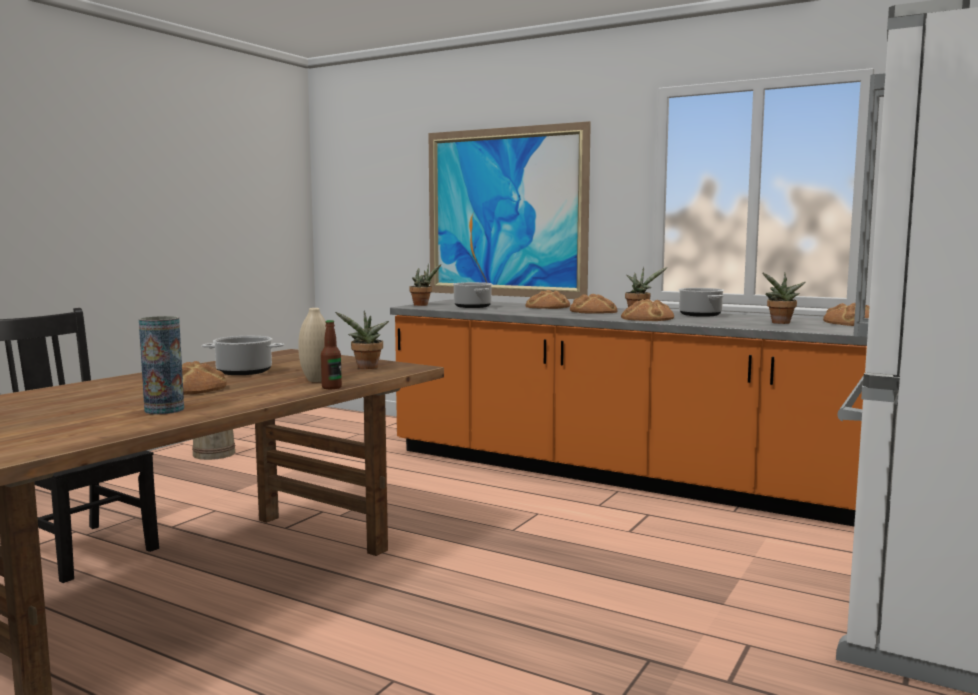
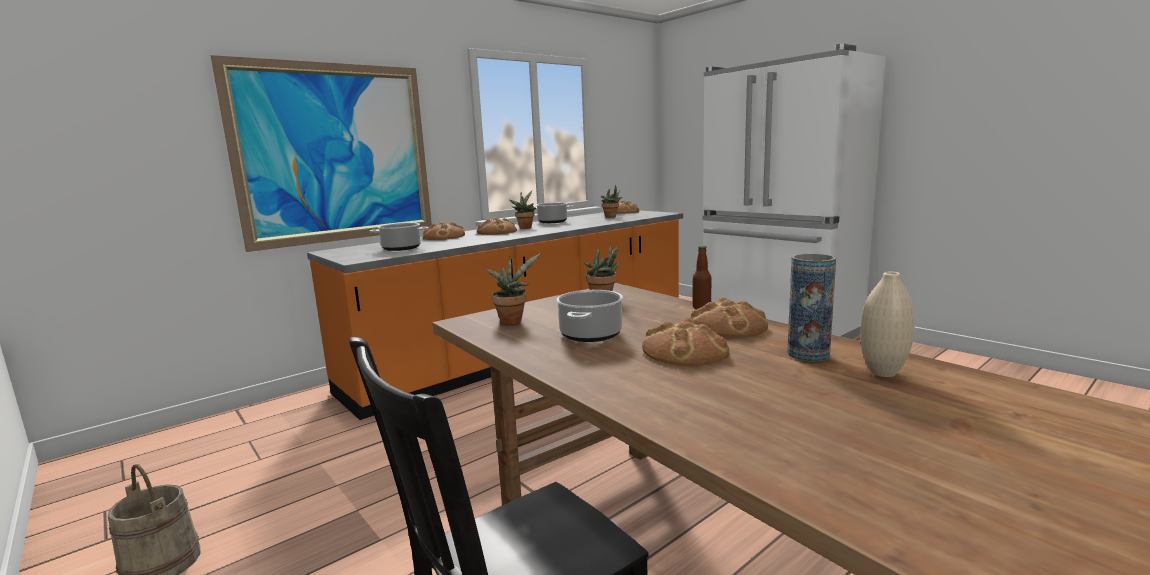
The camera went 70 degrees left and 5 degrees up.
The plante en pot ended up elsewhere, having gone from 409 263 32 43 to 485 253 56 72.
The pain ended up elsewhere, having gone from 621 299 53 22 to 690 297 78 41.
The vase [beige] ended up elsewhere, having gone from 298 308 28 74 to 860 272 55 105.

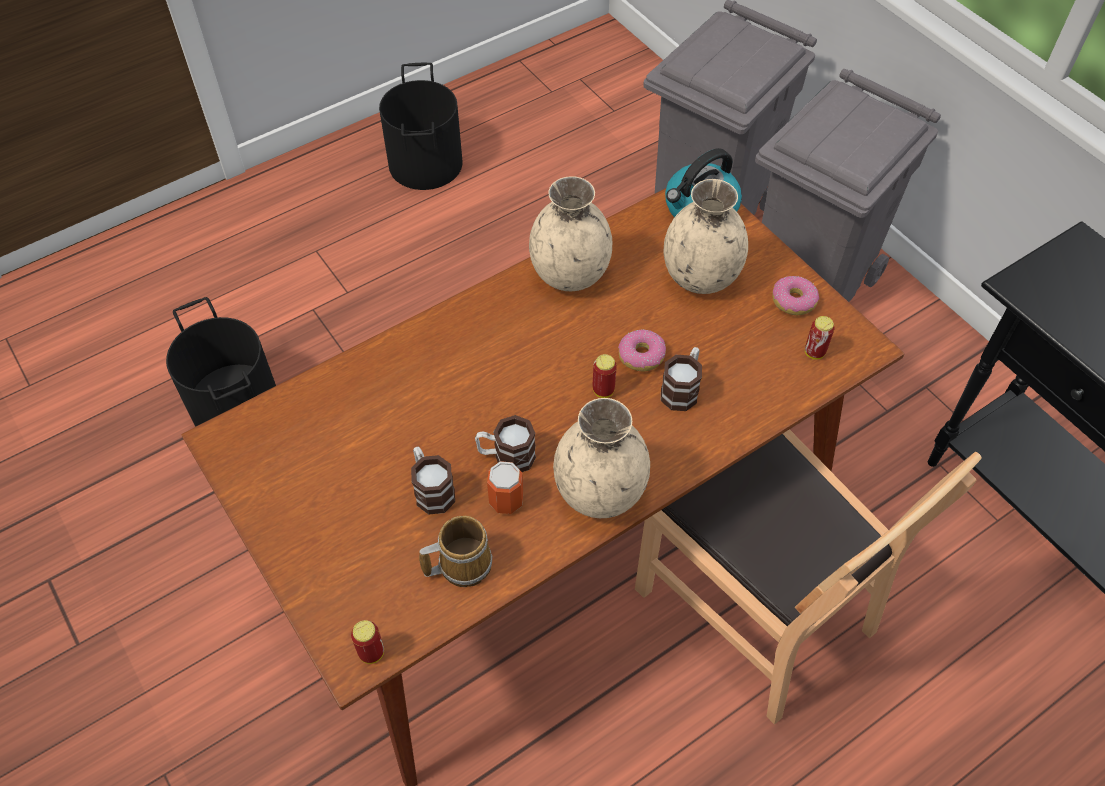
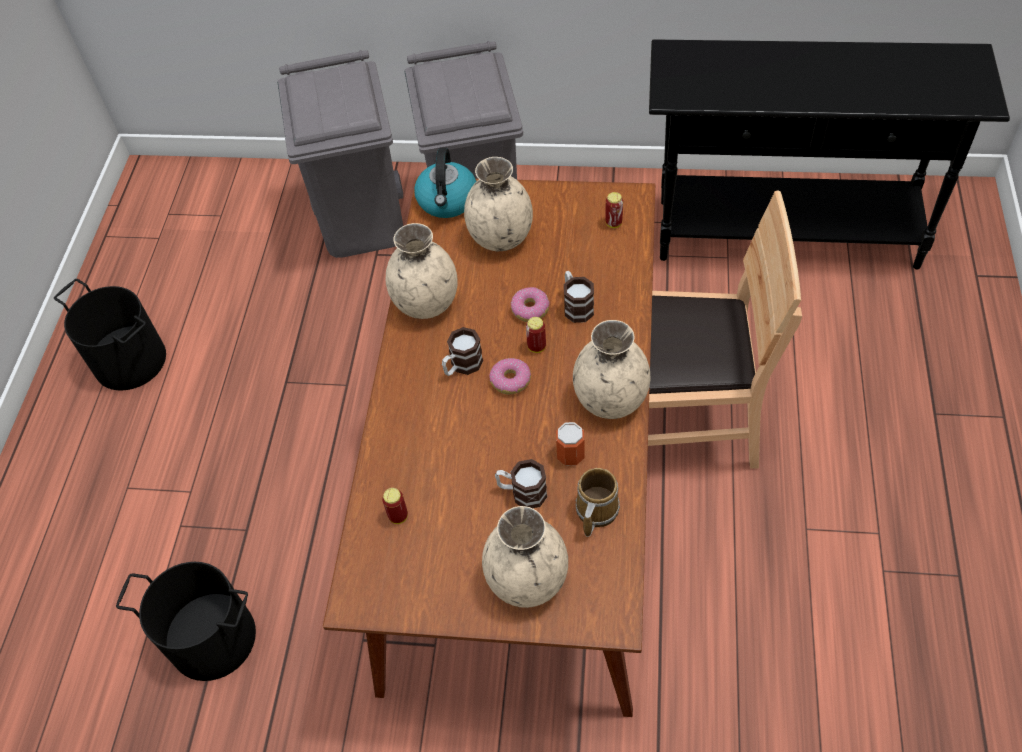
The camera went 45 degrees left and 0 degrees up.
The beignet ended up elsewhere, having gone from 772 276 47 39 to 489 358 42 37.
The mug ended up elsewhere, having gone from 475 415 61 57 to 442 327 41 49.
The boîte métallique ended up elsewhere, having gone from 351 620 33 44 to 382 488 26 36.
The second view gained the vase [beige] at 482 506 86 102.

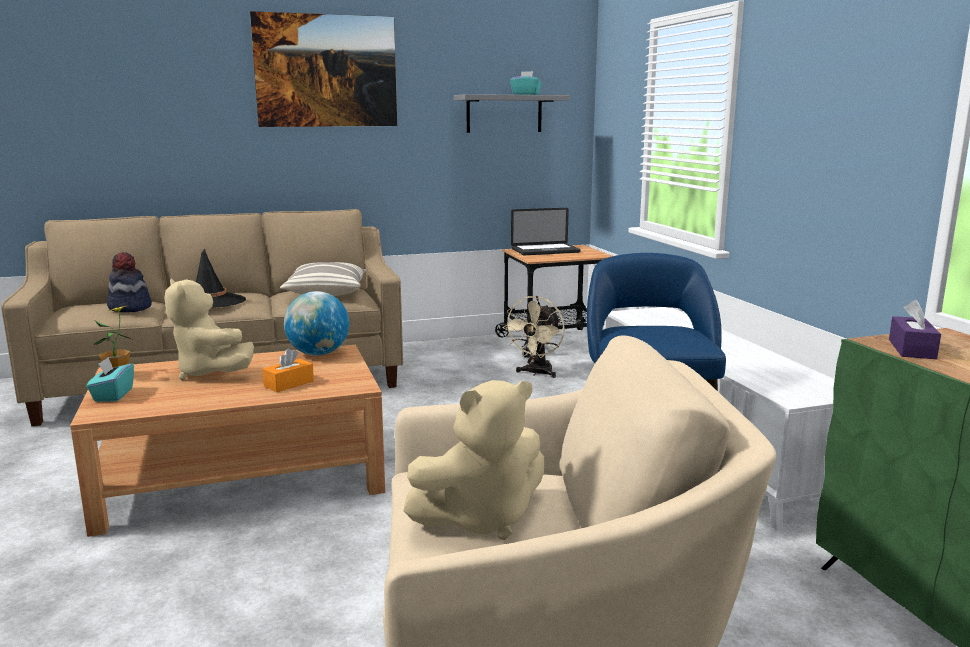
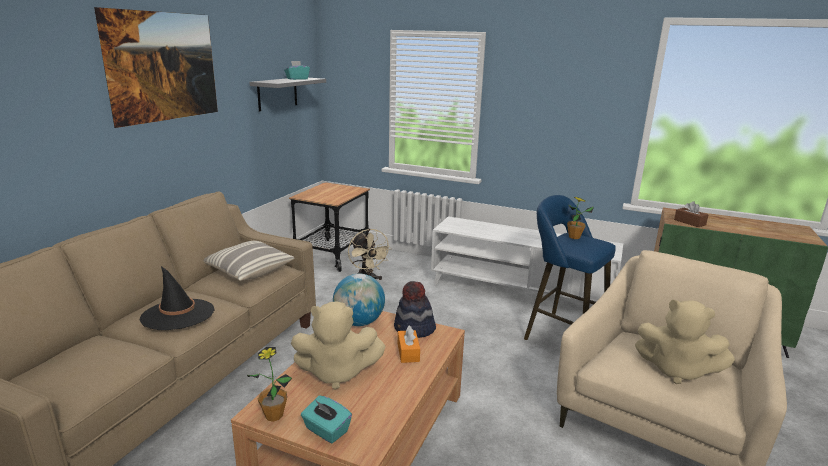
The camera went 50 degrees left and 5 degrees up.
The second view lost the ordinateur portable at 511 208 70 47.
The chapeau ended up elsewhere, having gone from 107 252 45 60 to 394 281 42 57.
What was the boîte à mouchoirs [violet] at 889 300 52 59 turned into the boîte à mouchoirs [marron] at 674 201 34 26.
The peluche [beige] at 403 380 141 160 ended up facing another way, 105 degrees clockwise from before.
The second view gained the plante en pot at 567 197 27 42.

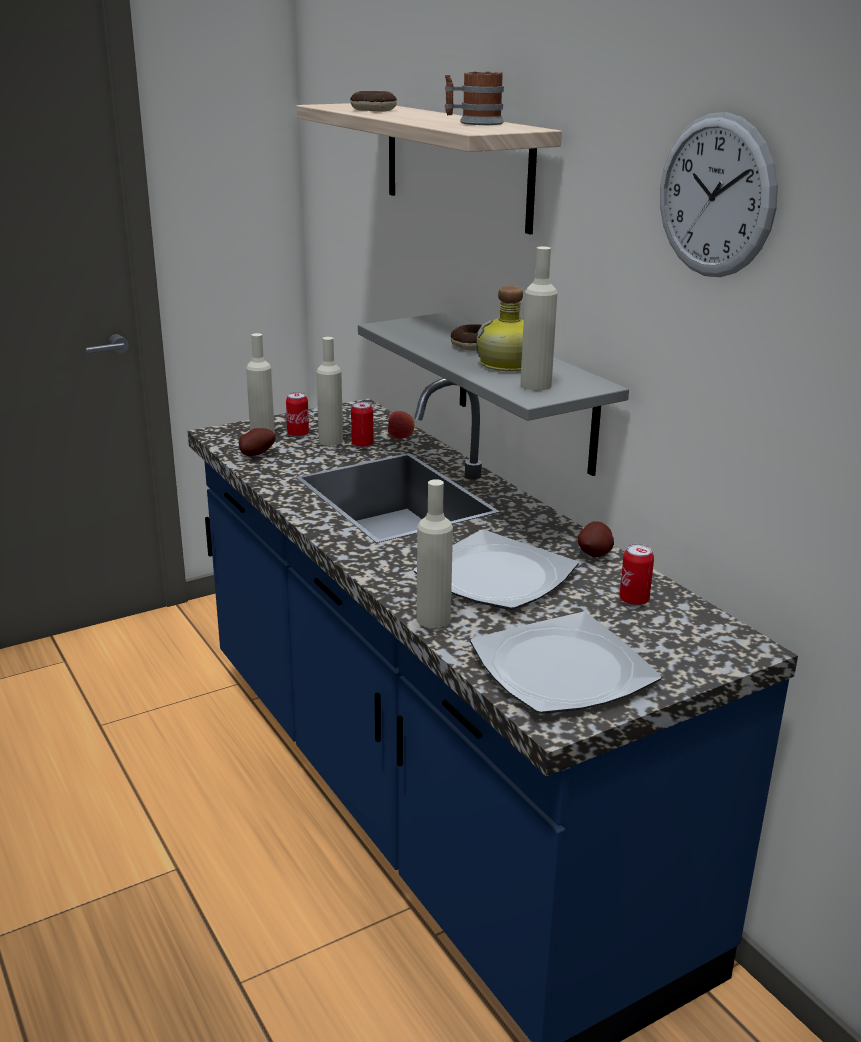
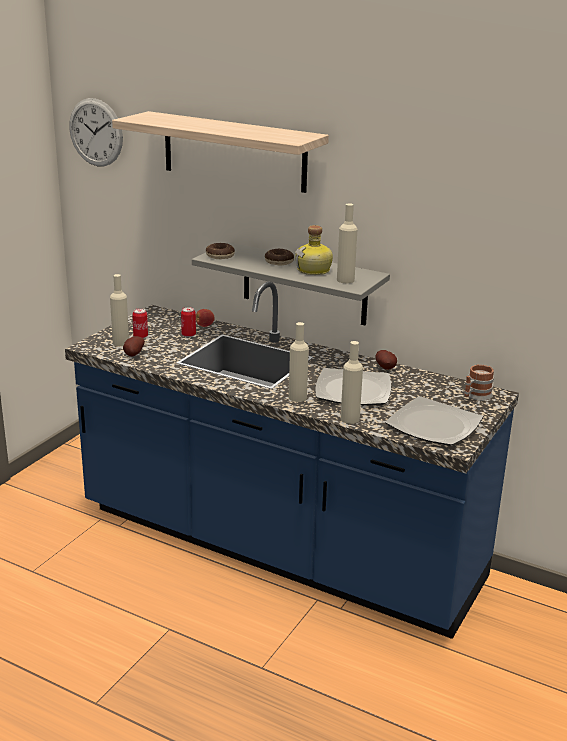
The camera went 30 degrees left and 0 degrees up.
The mug ended up elsewhere, having gone from 445 72 59 53 to 464 364 30 37.
The beignet ended up elsewhere, having gone from 350 91 47 21 to 206 243 29 16.
The horloge murale ended up elsewhere, having gone from 660 112 118 165 to 69 98 54 68.
The bouteille [beige] ended up elsewhere, having gone from 316 337 27 109 to 289 322 20 80.
The second view lost the boîte métallique at 619 544 35 62.

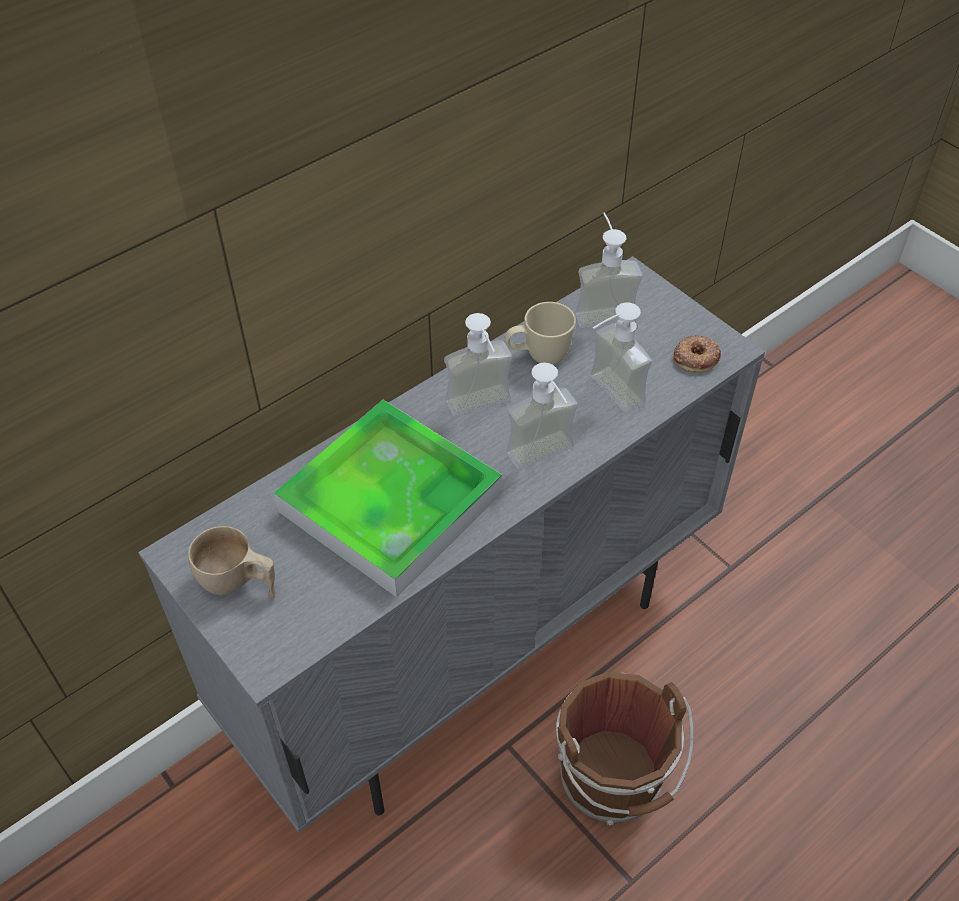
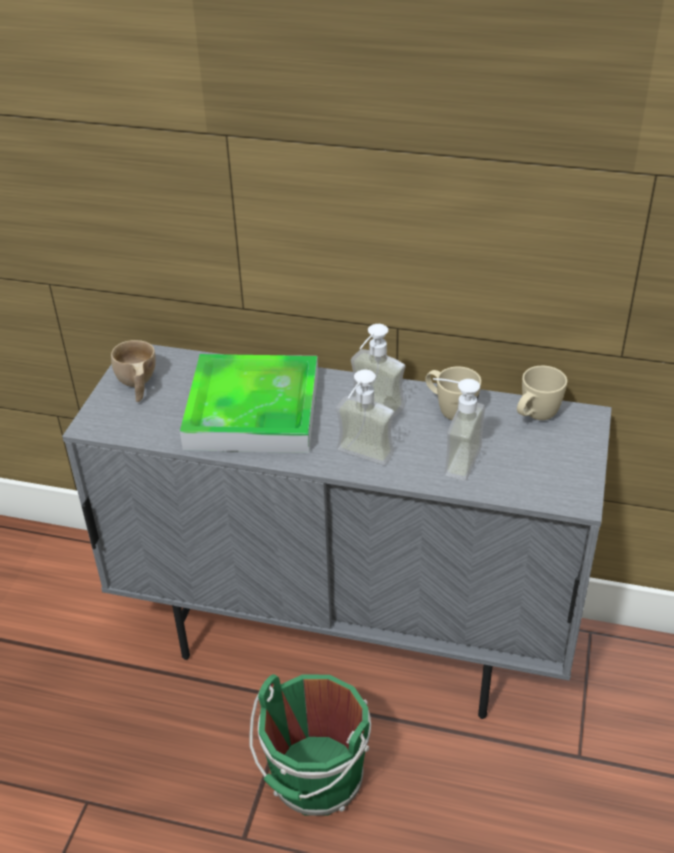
The camera went 55 degrees right and 10 degrees down.
Where the distributeur de savon stood at 575 213 67 115, the mug [beige] came to stand at 517 366 50 54.
The second view lost the beignet at 673 335 48 38.
What was the seau [marron] at 556 672 138 153 turned into the seau [vert] at 250 674 121 142.

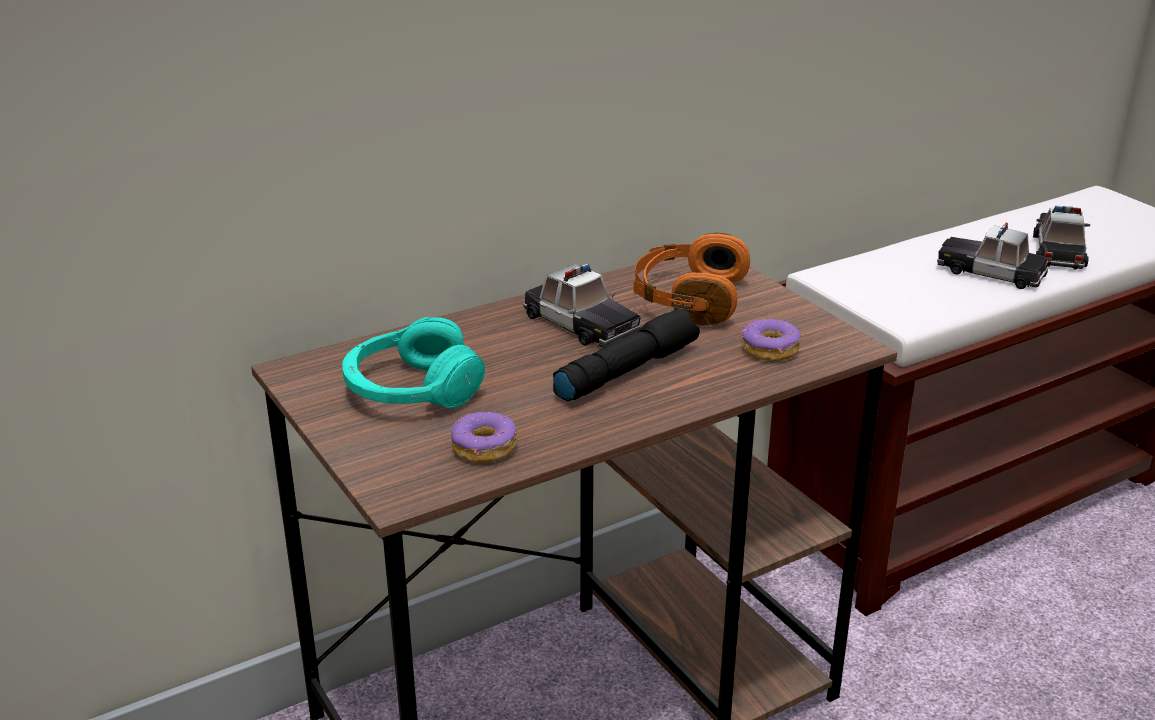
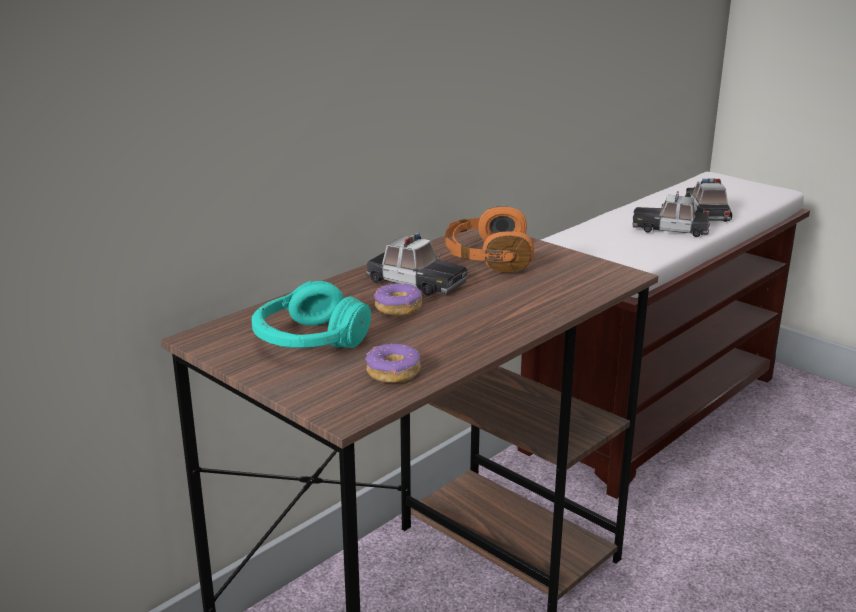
The camera went 15 degrees left and 5 degrees down.
The second view lost the lampe de poche [noir] at 553 309 147 93.
The beignet ended up elsewhere, having gone from 741 319 60 42 to 374 283 48 32.

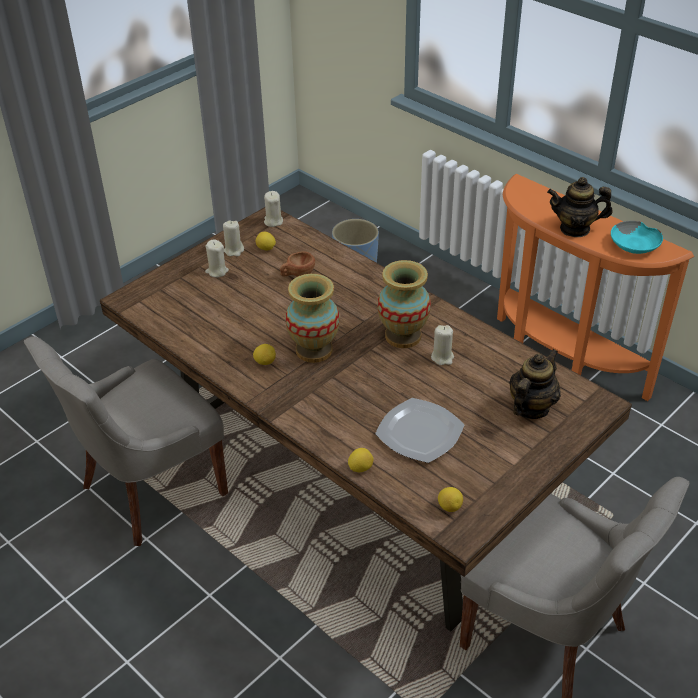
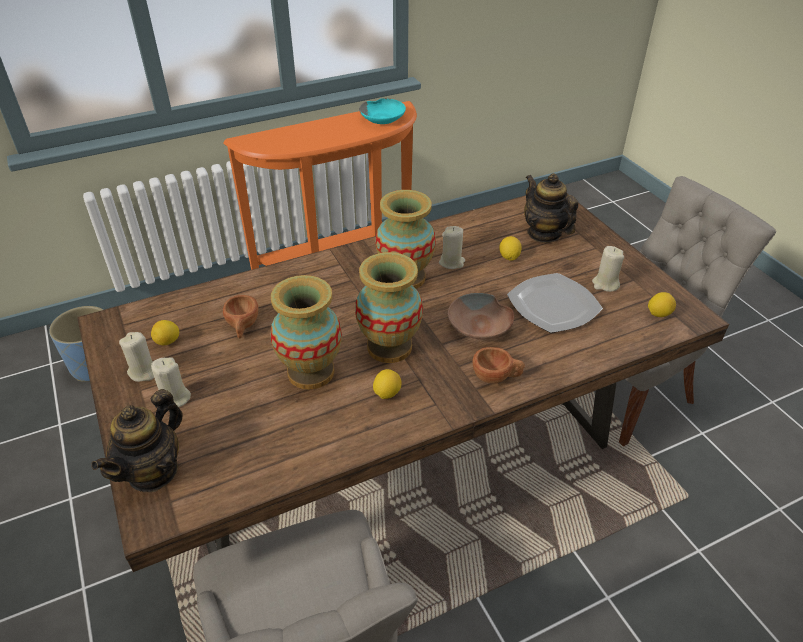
The camera went 70 degrees left and 0 degrees up.
The théière ended up elsewhere, having gone from 547 177 65 60 to 91 389 92 103.
The bougie [beige] ended up elsewhere, having gone from 264 191 19 36 to 592 246 32 46.
The citron ended up elsewhere, having gone from 348 448 26 24 to 499 236 23 25.
The second view gained the vase at 271 275 71 115.
The second view gained the bol [marron] at 448 293 66 46.
The second view gained the tasse [marron] at 472 347 53 36.

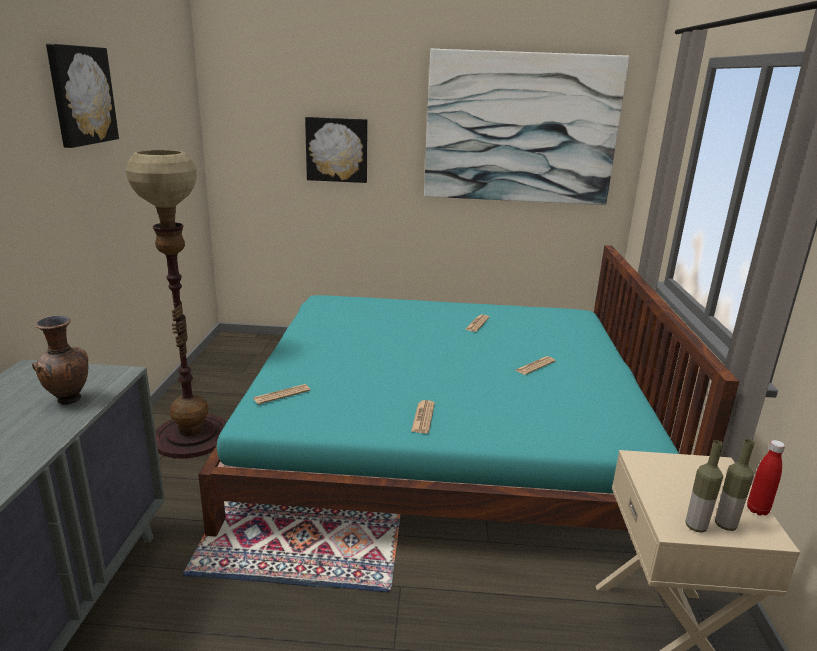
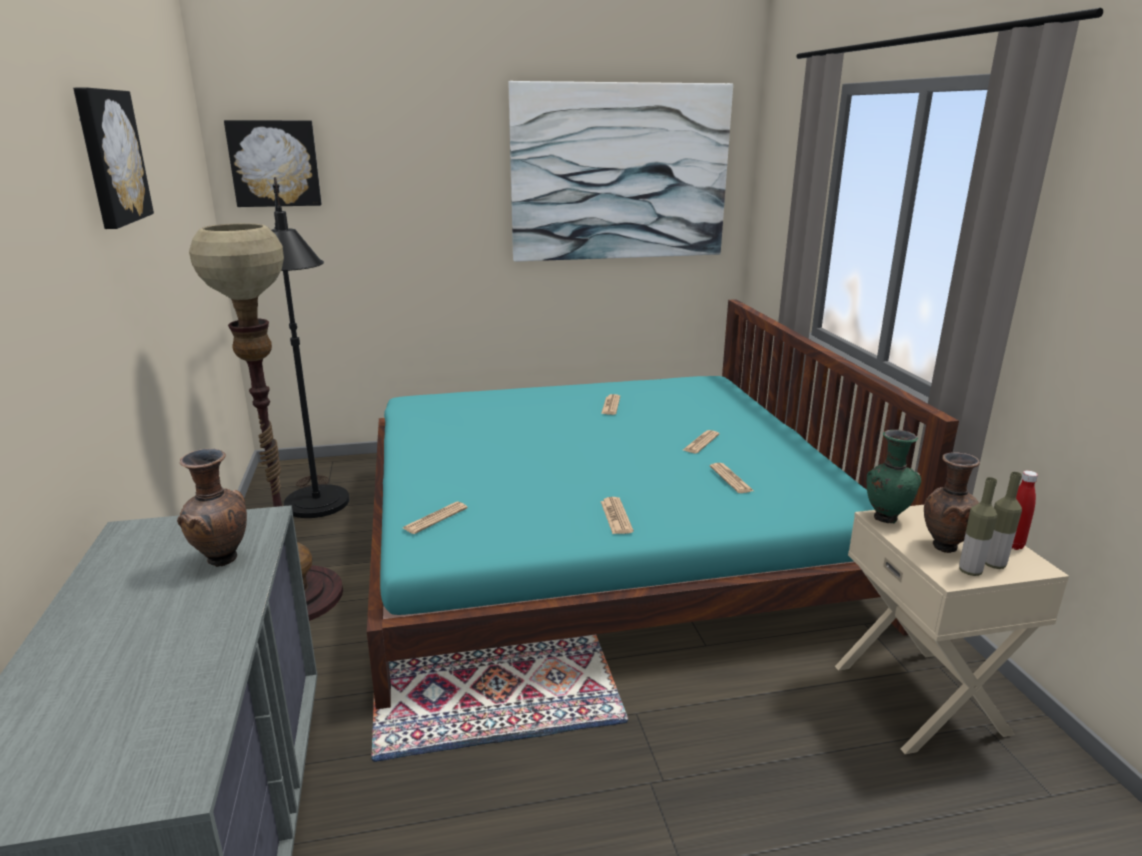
The camera went 15 degrees left and 0 degrees up.
The tableau ended up elsewhere, having gone from 305 117 63 66 to 224 120 98 87.
The second view gained the lampadaire [noir] at 271 177 78 341.
The second view gained the vase [vert] at 867 430 54 94.
The second view gained the vase [marron] at 924 452 56 101.
The second view gained the journal at 710 463 44 30.

